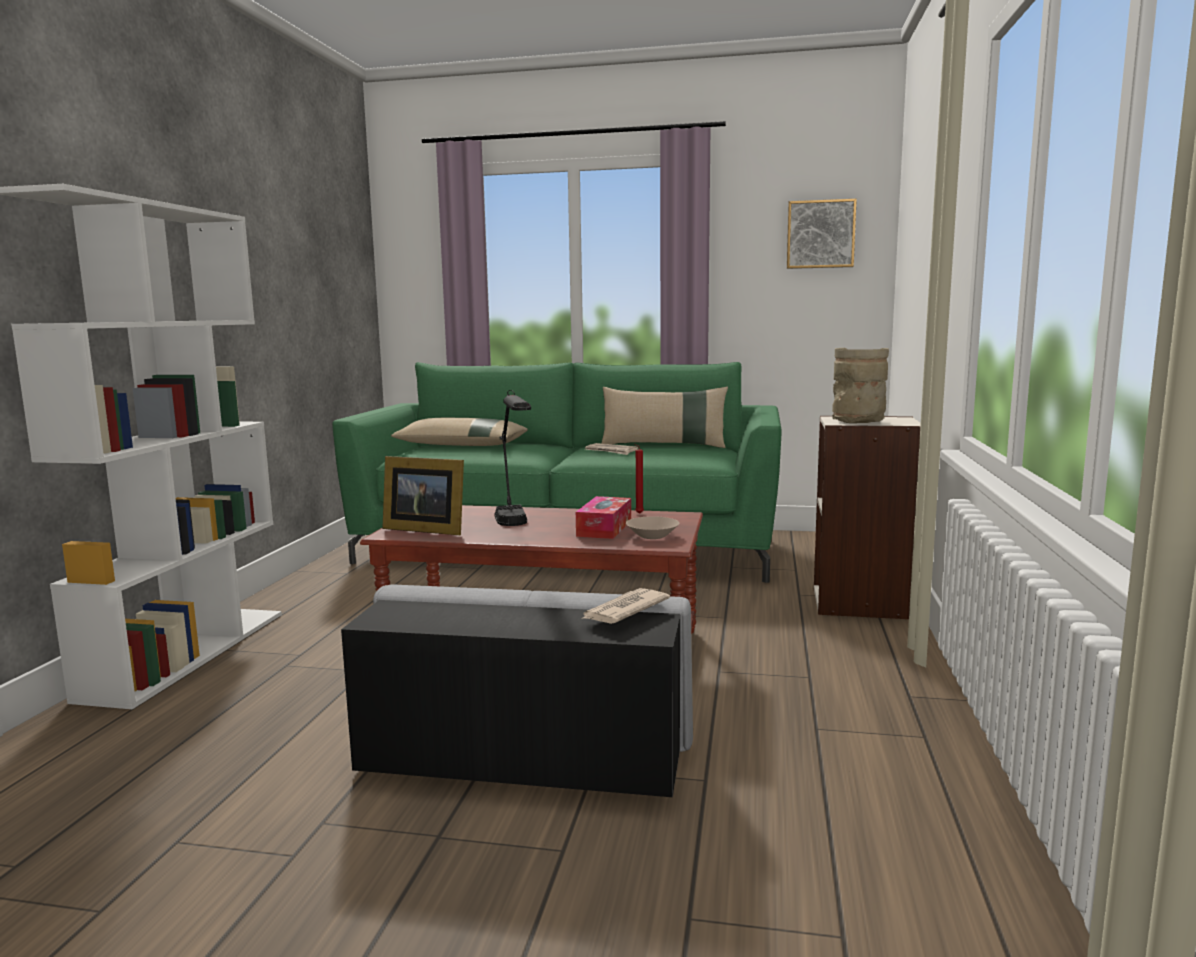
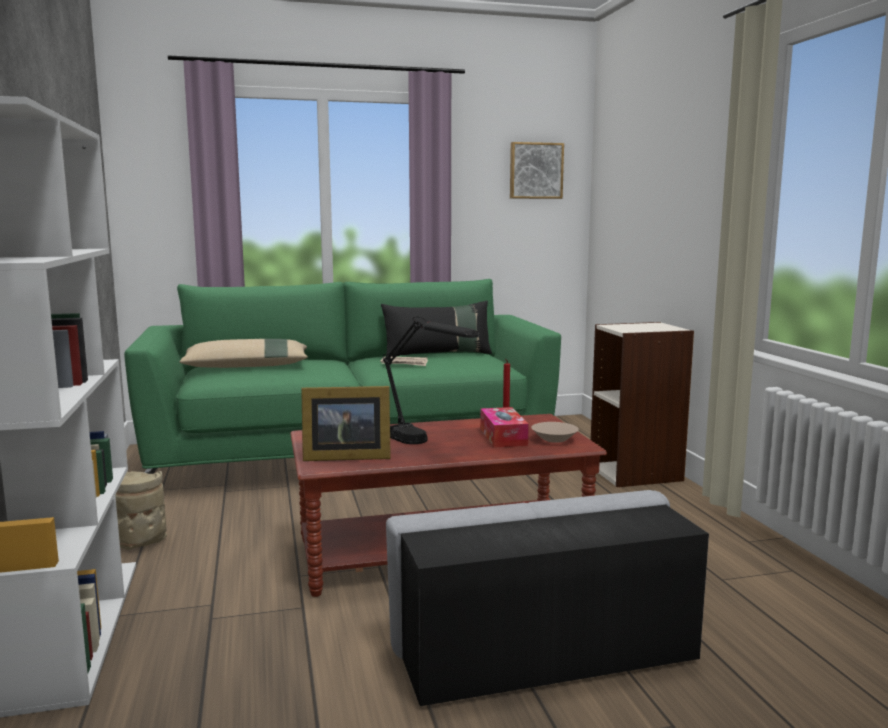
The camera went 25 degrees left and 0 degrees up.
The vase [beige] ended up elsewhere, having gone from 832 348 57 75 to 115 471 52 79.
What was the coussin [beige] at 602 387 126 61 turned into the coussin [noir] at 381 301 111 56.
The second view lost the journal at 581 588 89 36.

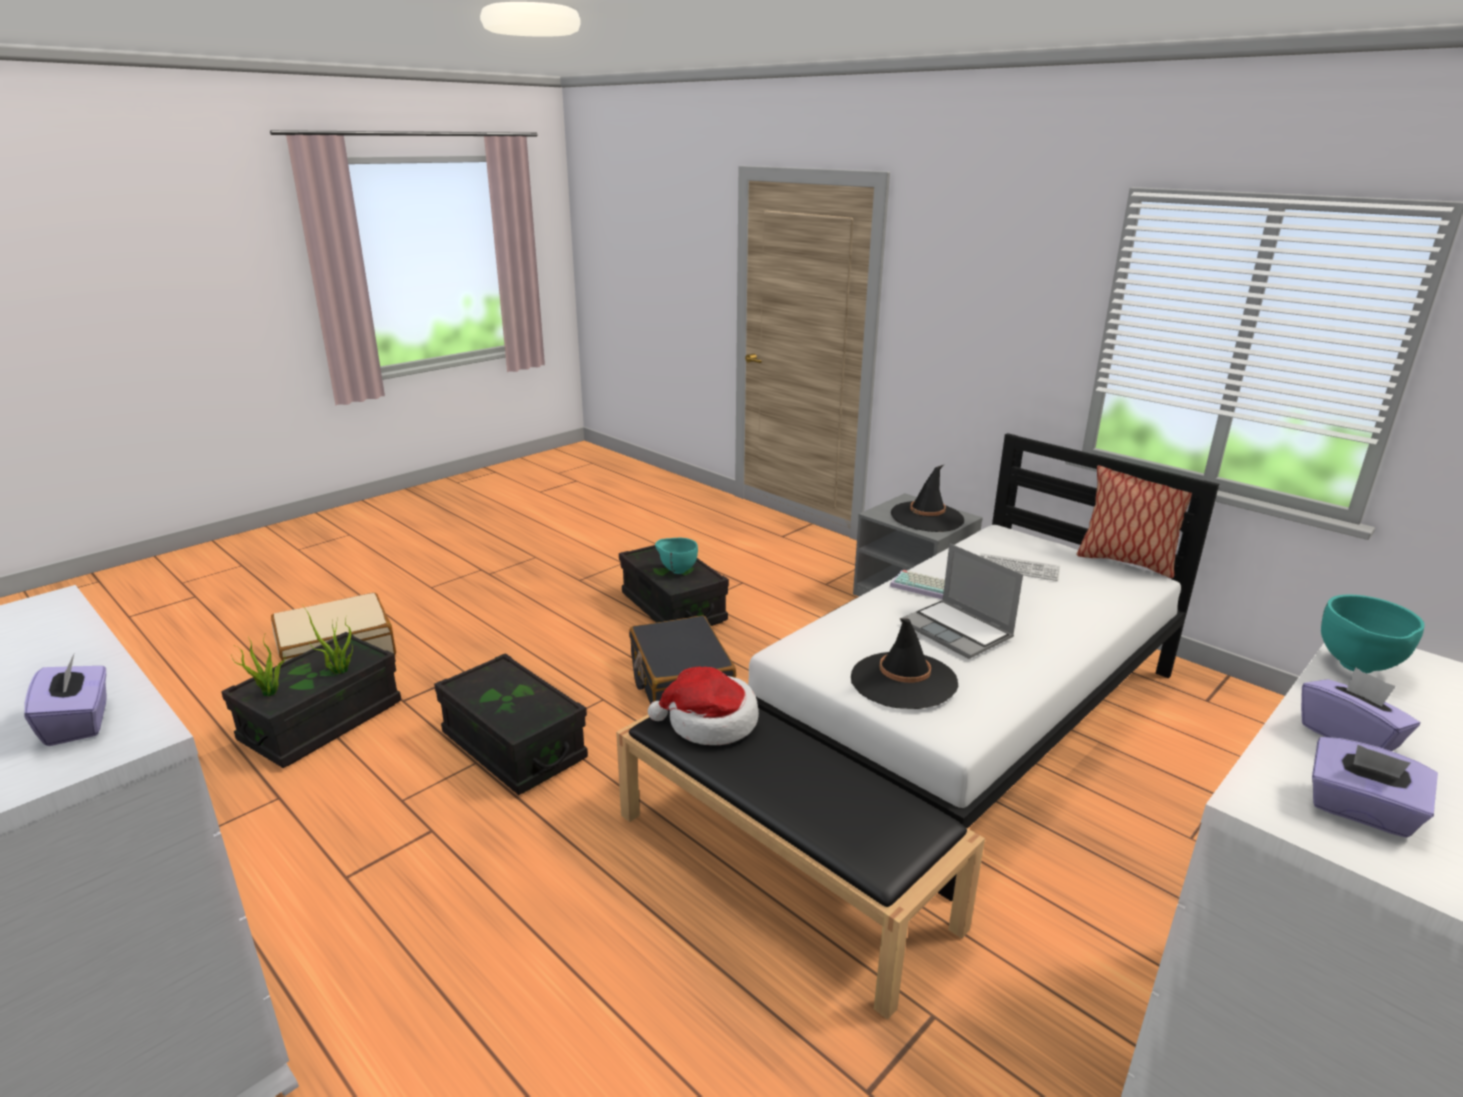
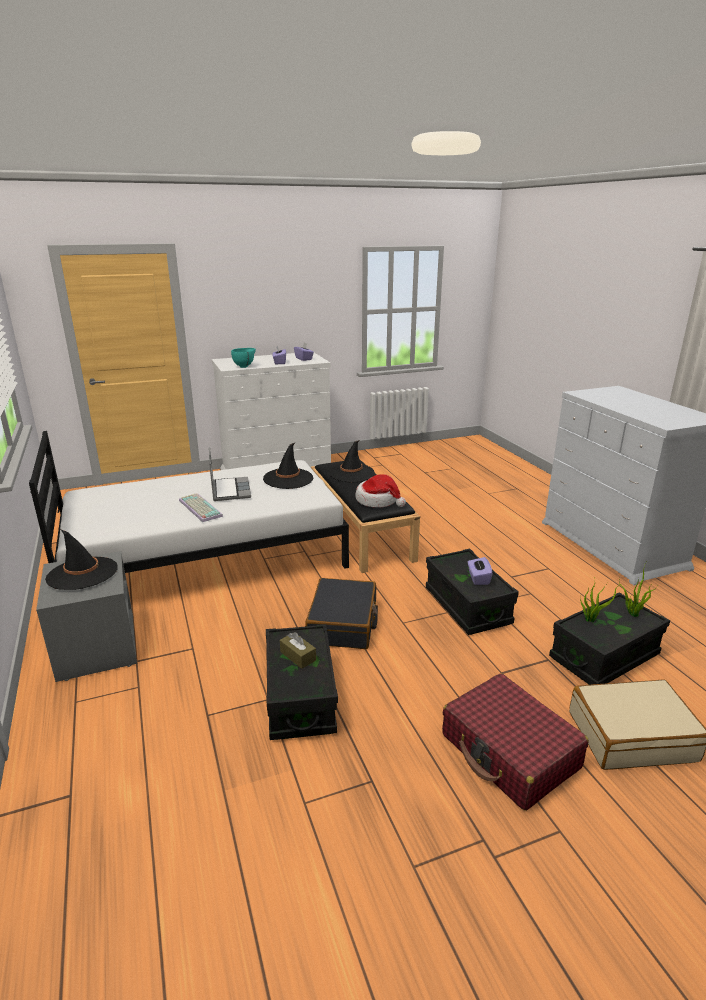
The camera went 155 degrees left and 0 degrees up.
The second view lost the coussin at 1076 465 116 113.
Where the bol [turquoise] stood at 655 538 43 36, the boîte à mouchoirs [marron] came to stand at 280 632 36 37.
The second view lost the clavier at 980 553 80 28.
The boîte à mouchoirs [violet] ended up elsewhere, having gone from 24 654 83 92 to 468 557 25 28.
The second view gained the chapeau [noir] at 328 440 47 42.
The second view gained the valise [rouge] at 442 673 147 138.

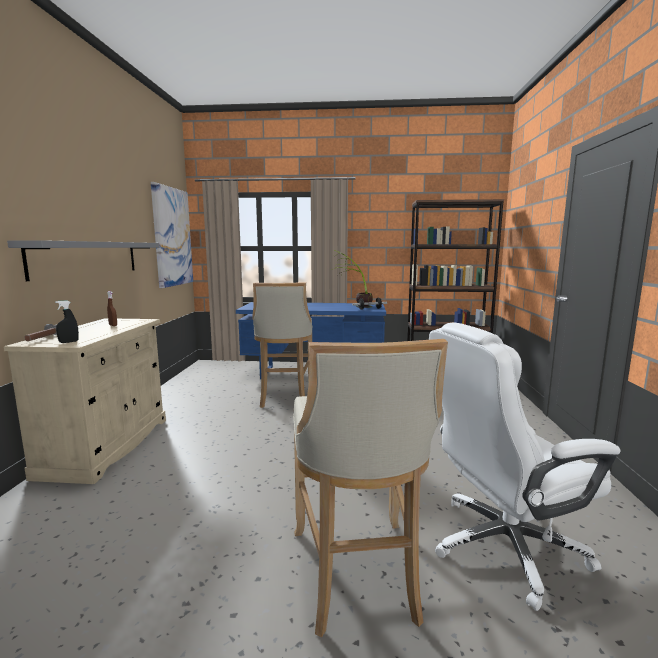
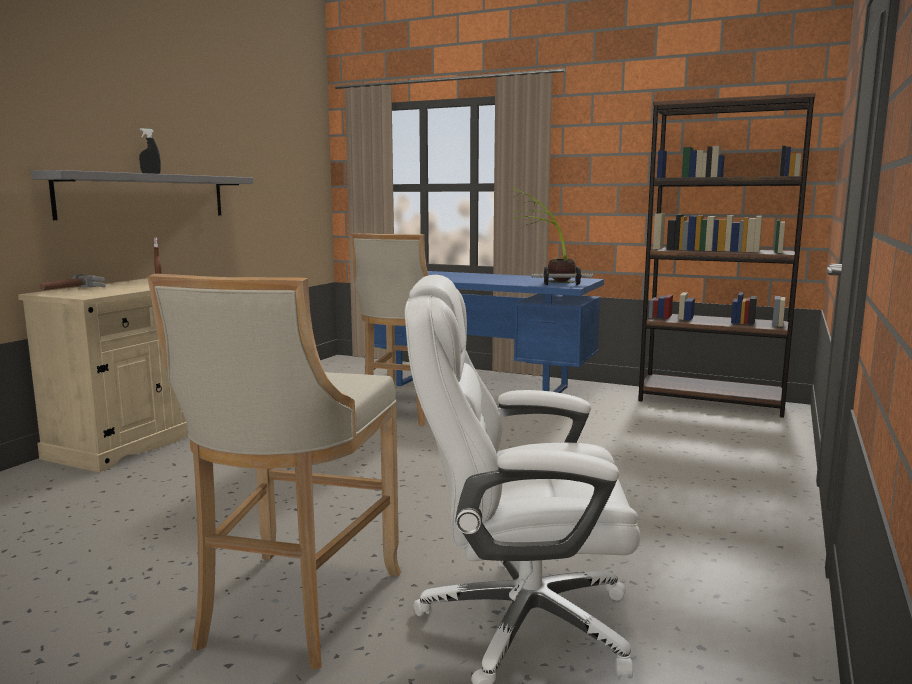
The camera went 20 degrees right and 0 degrees up.
The second view lost the tableau at 151 182 42 106.
The vaporisateur [noir] ended up elsewhere, having gone from 55 300 24 43 to 139 128 22 46.

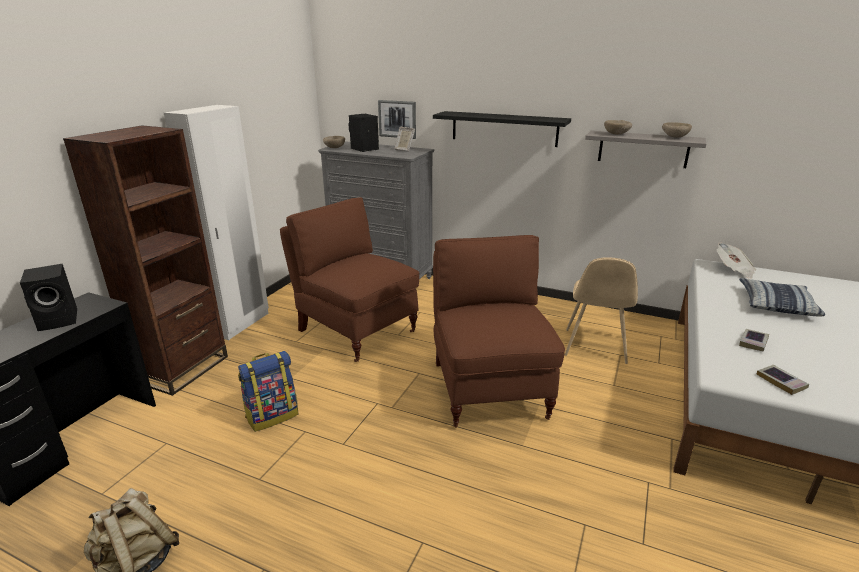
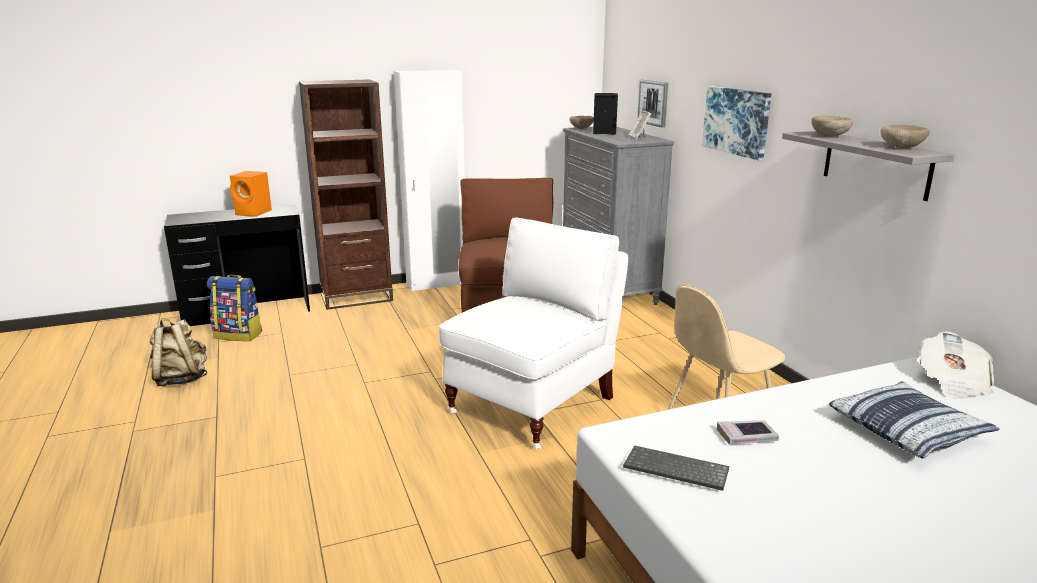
The camera went 45 degrees right and 5 degrees down.
Where the étagère [noir] hung at 433 111 138 36, the tableau came to hang at 702 86 69 74.
What was the chaise [marron] at 433 235 132 193 turned into the chaise [blanc] at 439 218 189 231.
What was the enceinte [noir] at 20 264 57 67 turned into the enceinte [orange] at 230 171 42 46.
The sac à dos ended up elsewhere, having gone from 238 351 60 81 to 207 275 55 66.
Where the livre stood at 756 365 53 30, the clavier came to stand at 623 445 106 46.

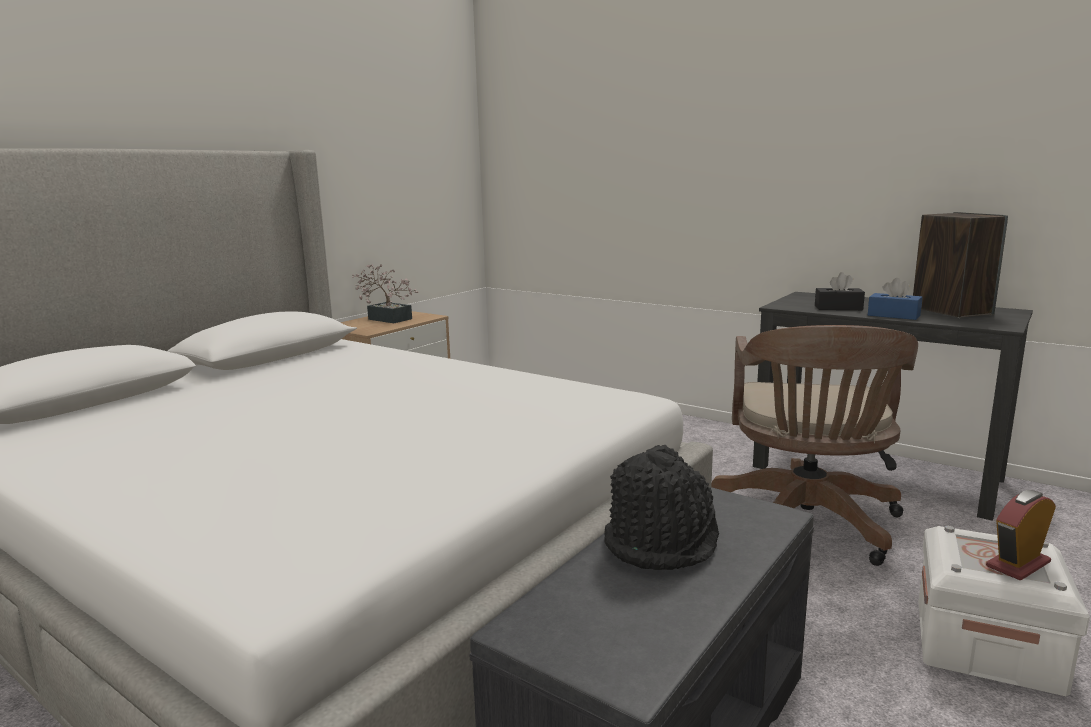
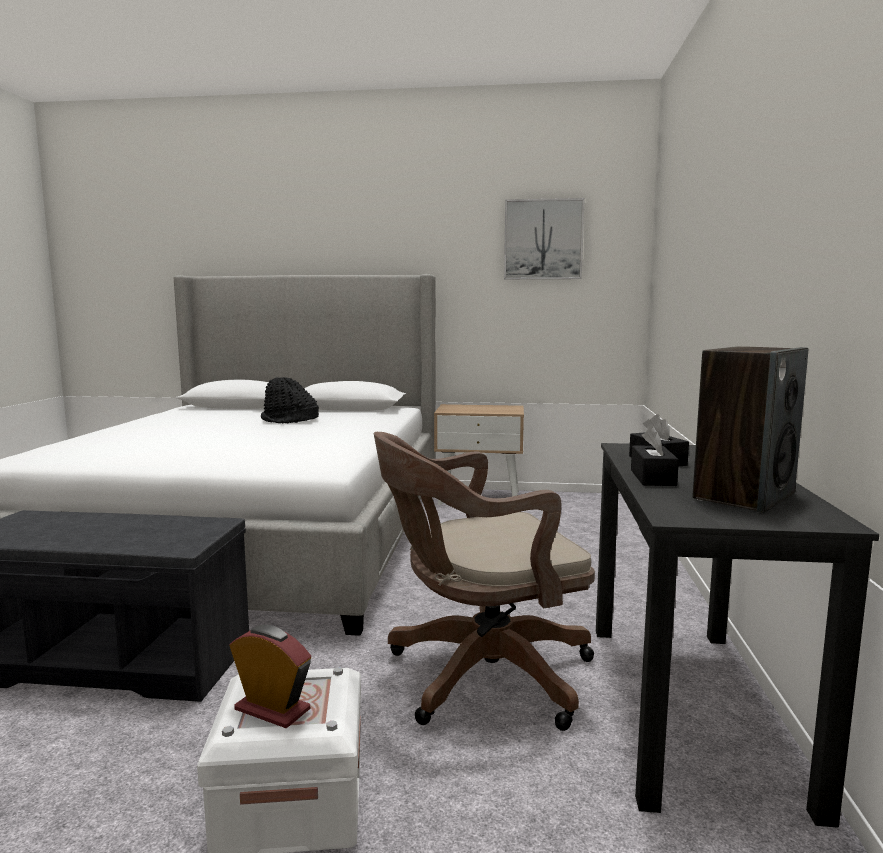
The camera went 60 degrees right and 5 degrees down.
The second view lost the plante en pot at 352 264 66 59.
What was the boîte à mouchoirs [bleu] at 868 278 54 42 turned into the boîte à mouchoirs [noir] at 631 426 48 60.
The chapeau [noir] ended up elsewhere, having gone from 604 445 115 125 to 261 377 58 46.
The second view gained the tableau at 504 198 81 81.

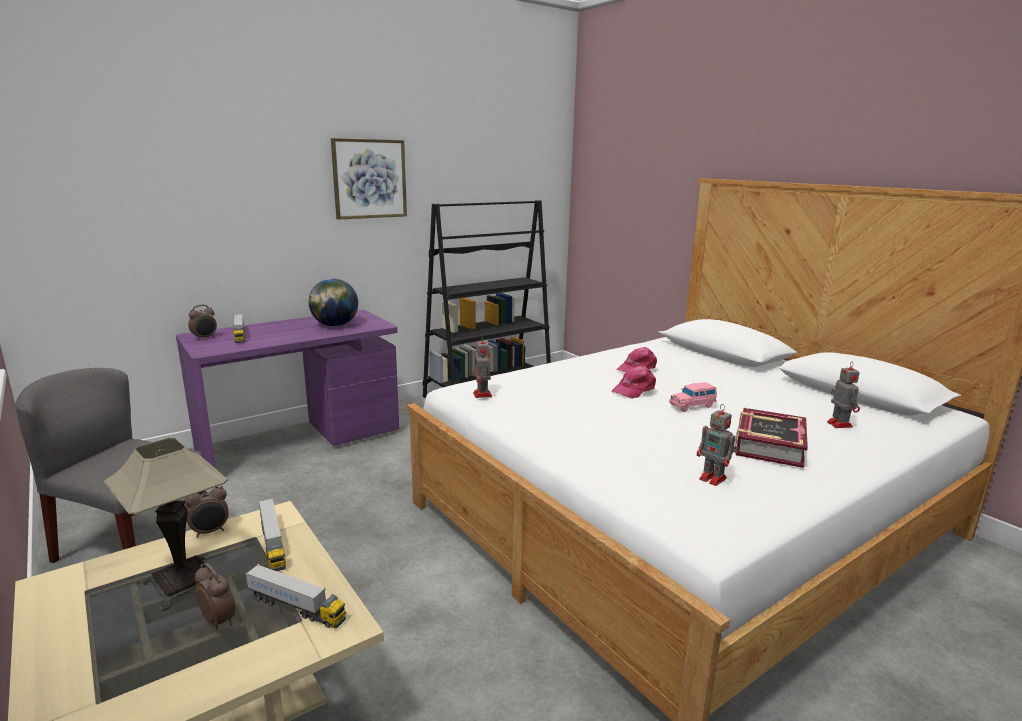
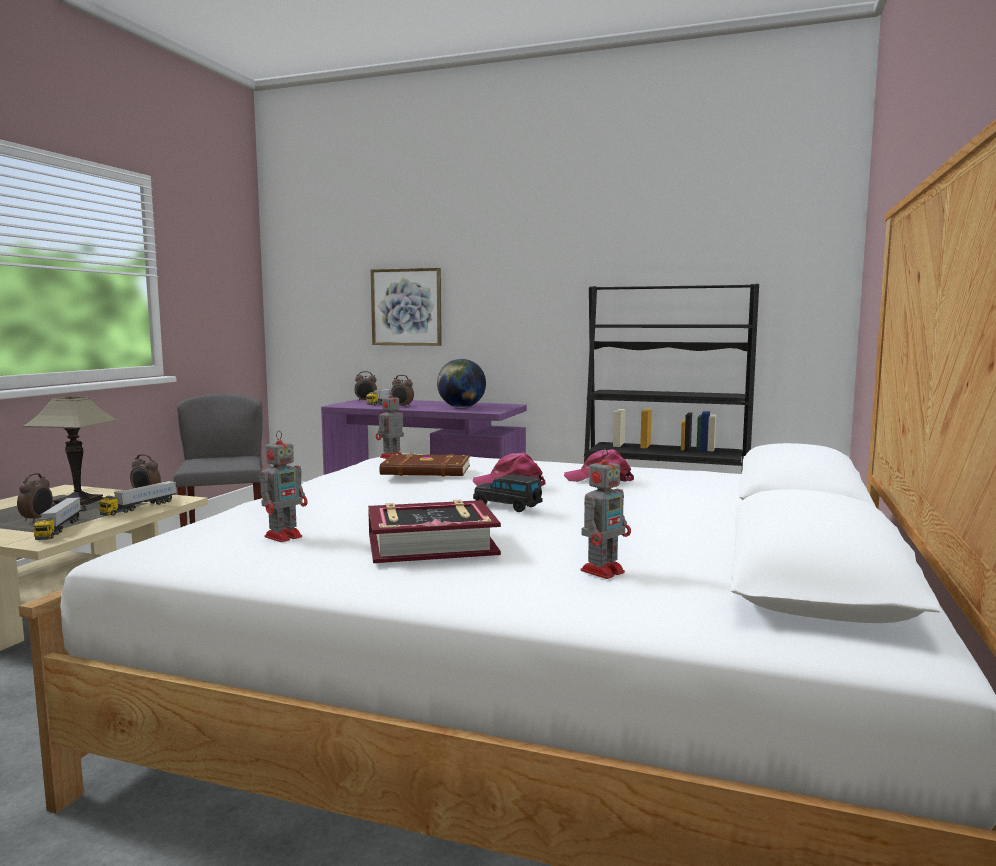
The camera went 55 degrees right and 10 degrees down.
The tableau ended up elsewhere, having gone from 331 138 76 82 to 370 268 72 78.
What was the petite voiture [rose] at 669 382 48 30 turned into the petite voiture [noir] at 473 474 70 38.
The robot jouet at 697 404 41 82 ended up facing another way, 150 degrees counterclockwise from before.
The second view gained the réveil at 391 375 23 33.
The second view gained the livre [marron] at 380 454 90 22.

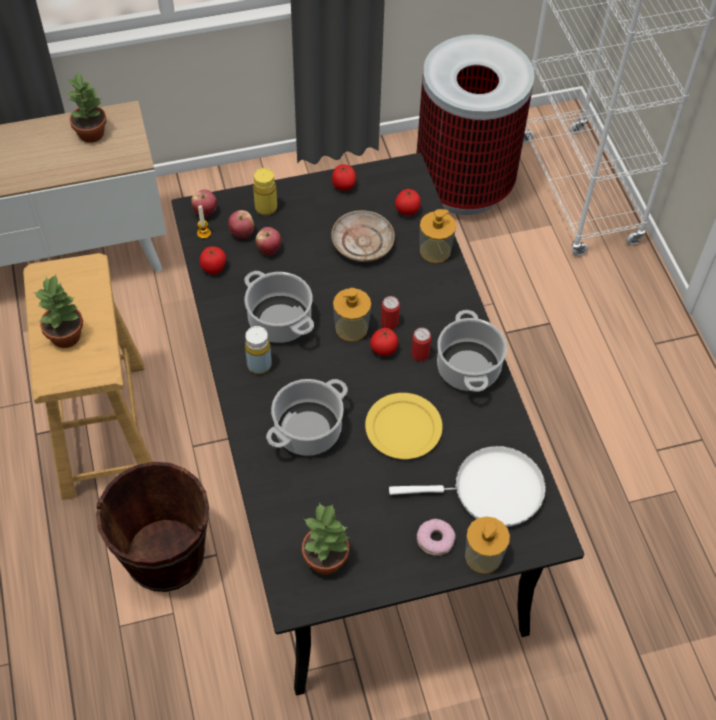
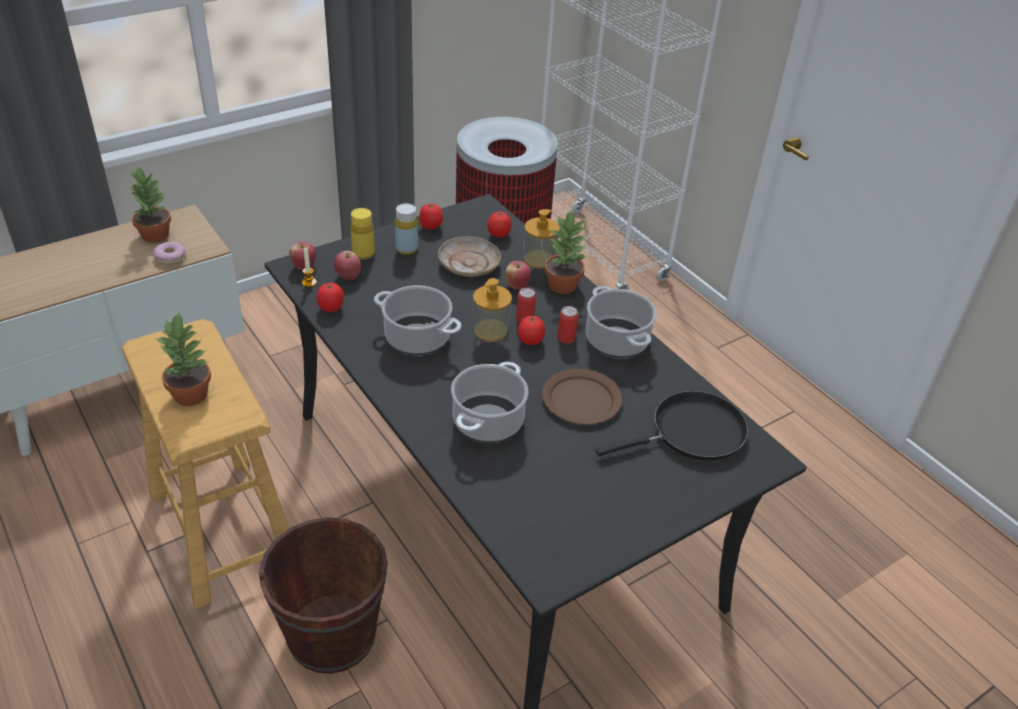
The camera went 20 degrees left and 15 degrees down.
The pomme ended up elsewhere, having gone from 255 227 26 28 to 505 261 26 29.
The bouteille [jaune] ended up elsewhere, having gone from 245 326 27 48 to 395 203 23 52.
What was the assiette [jaune] at 365 393 78 66 turned into the assiette [marron] at 542 369 80 55.
What was the poêle [blanc] at 389 446 157 81 turned into the poêle [noir] at 595 391 153 70.
The plante en pot ended up elsewhere, having gone from 302 502 48 73 to 545 210 42 84.
The second view lost the distributeur de savon at 465 516 45 58.
The beignet ended up elsewhere, having gone from 417 519 38 37 to 153 242 33 23.

